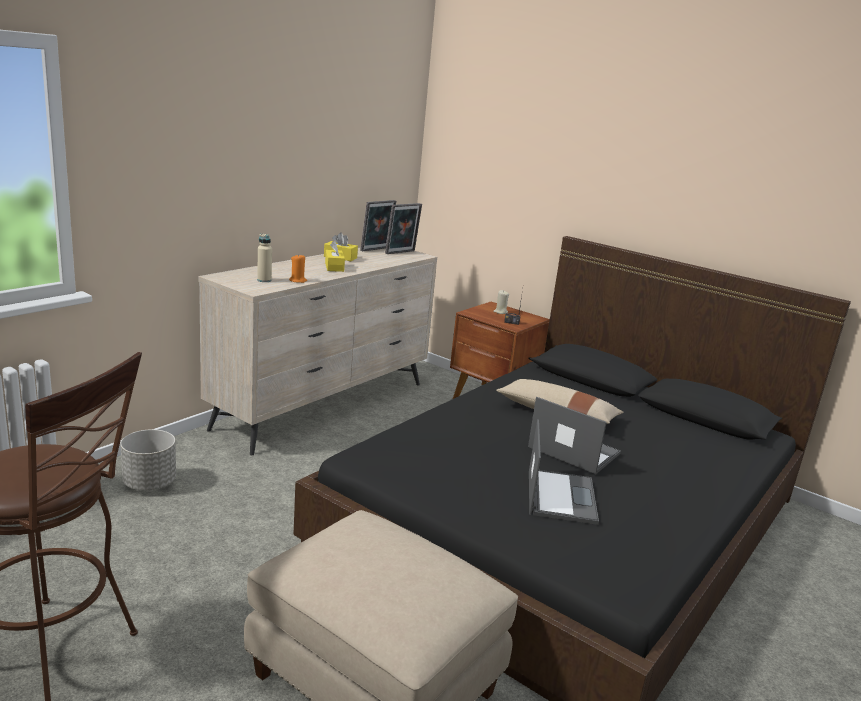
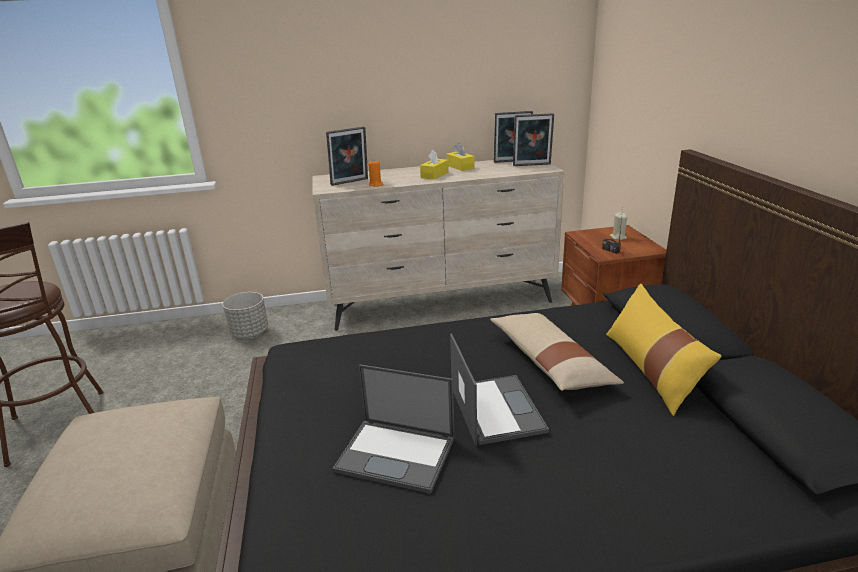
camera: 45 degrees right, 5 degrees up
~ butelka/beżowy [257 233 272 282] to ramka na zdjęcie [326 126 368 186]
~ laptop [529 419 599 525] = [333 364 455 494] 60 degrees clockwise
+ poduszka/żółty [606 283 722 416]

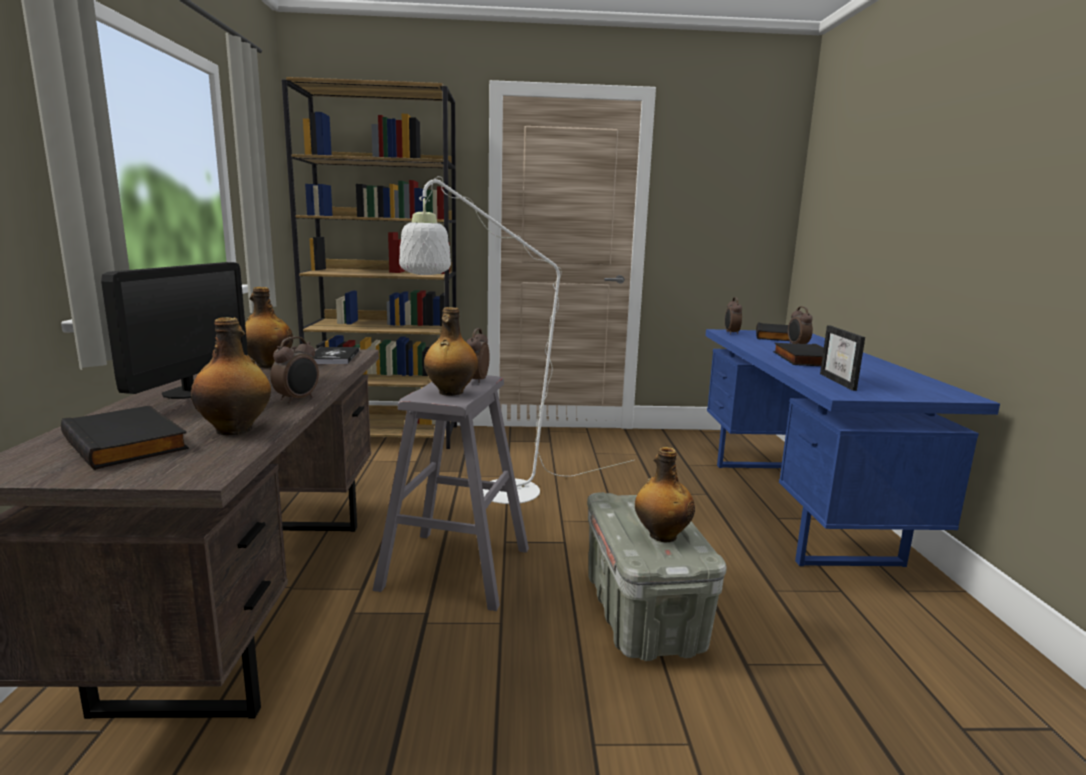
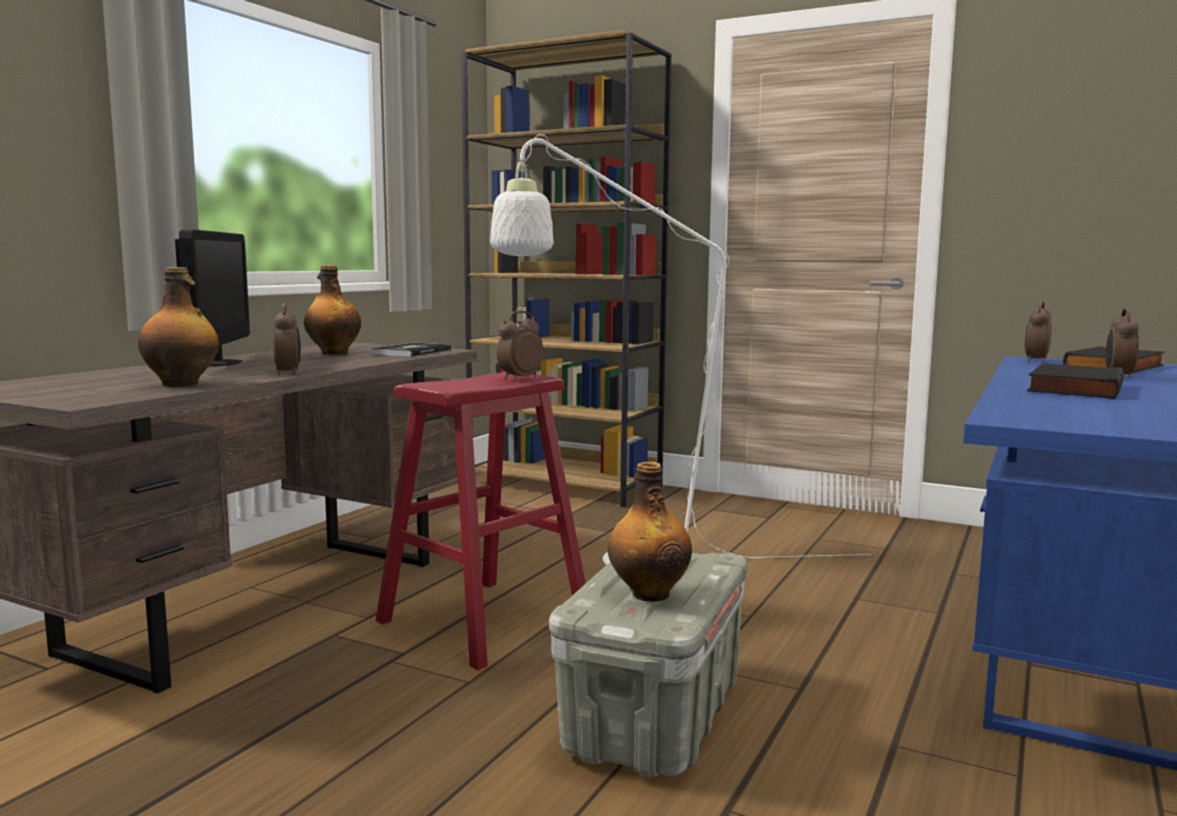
camera: 30 degrees right, 5 degrees down
~ monitor [101 262 247 399] = [175 229 250 366] 45 degrees counterclockwise
- butelka [424 307 478 396]
- ramka na zdjęcie [820 326 865 391]
~ budzik [270 336 319 403] = [273 303 301 375] 75 degrees counterclockwise
~ stołek/szary [373 375 529 611] to stołek/czerwony [376 372 586 670]
- książka/czarny [61 405 189 470]

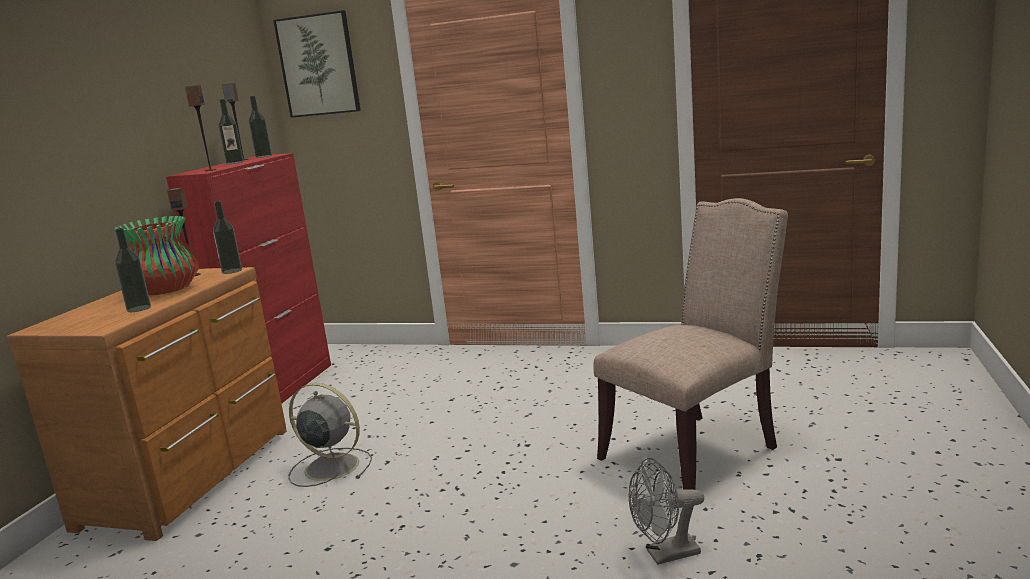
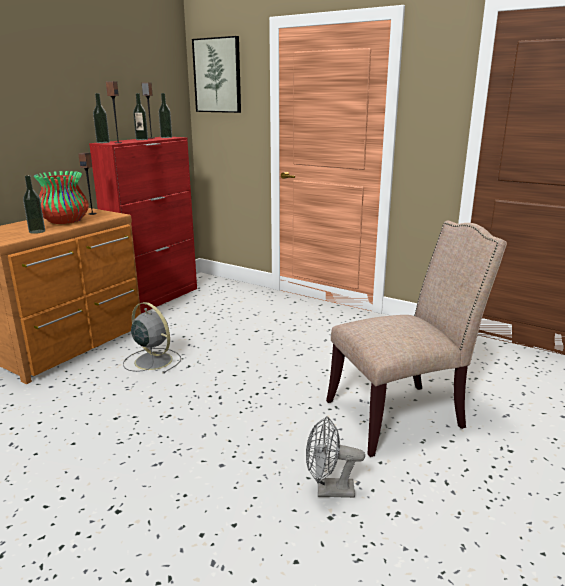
camera: 15 degrees right, 5 degrees up
~ butelka [213 201 242 274] to [93 93 110 143]

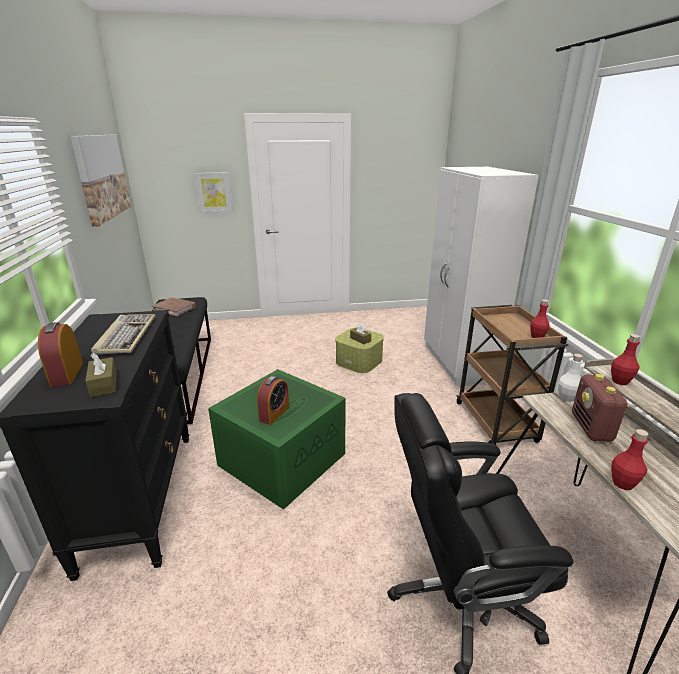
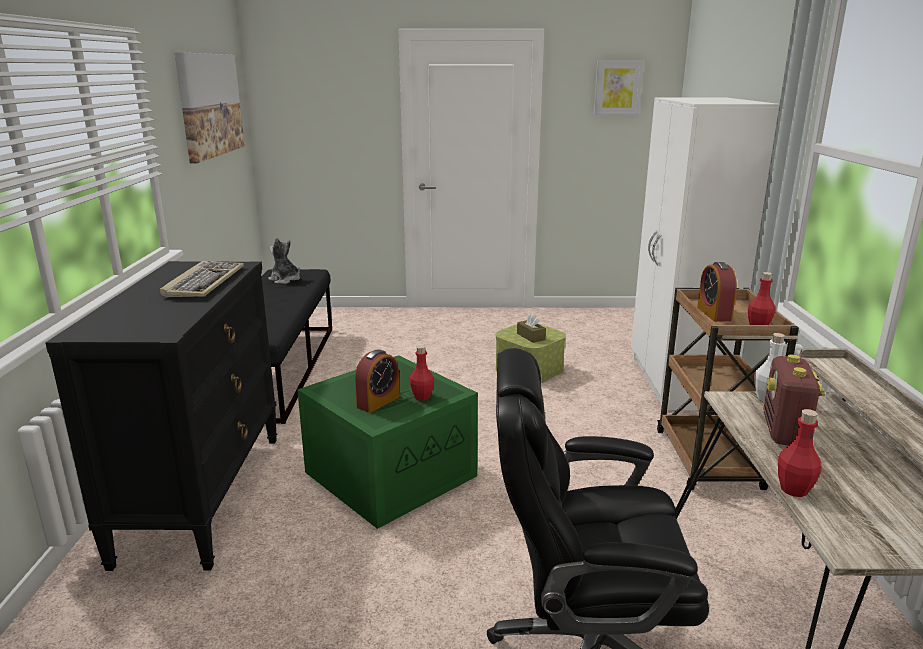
camera: 10 degrees right, 5 degrees down
~ obraz [194 173 233 213] to [594 60 643 115]
~ książka/brązowy [152 297 196 316] to pluszak [268 238 300 284]
~ budzik [38 322 83 387] to [697 262 737 322]
~ butelka/czerwony [611 334 640 385] to [409 345 434 401]
- pudełko chusteczek/brązowy [85 353 117 397]

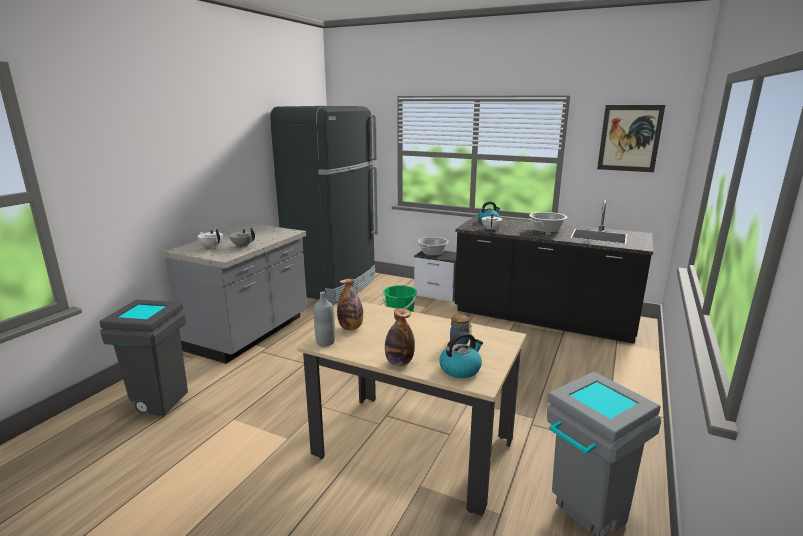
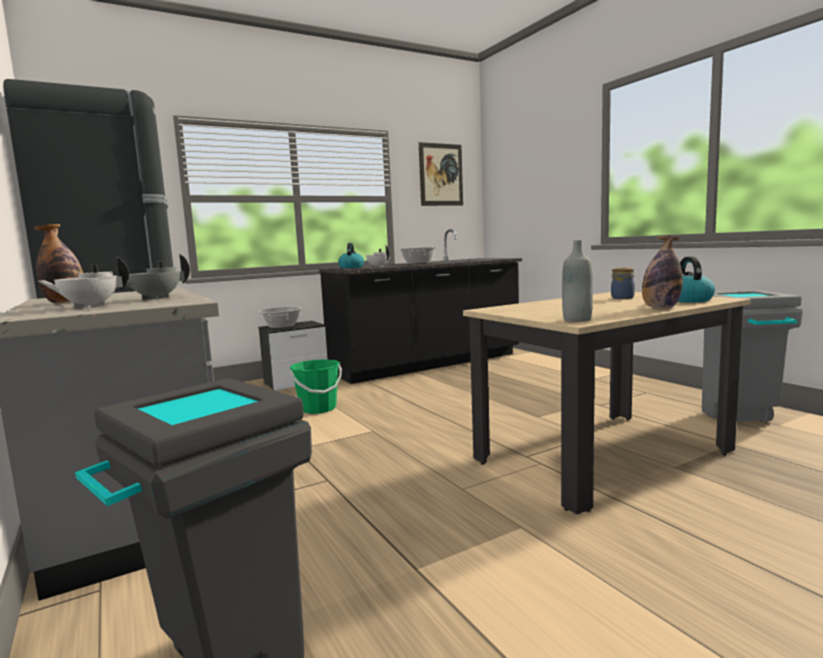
camera: 55 degrees left, 10 degrees down
~ butelka [337 279 363 330] to [35 224 83 304]

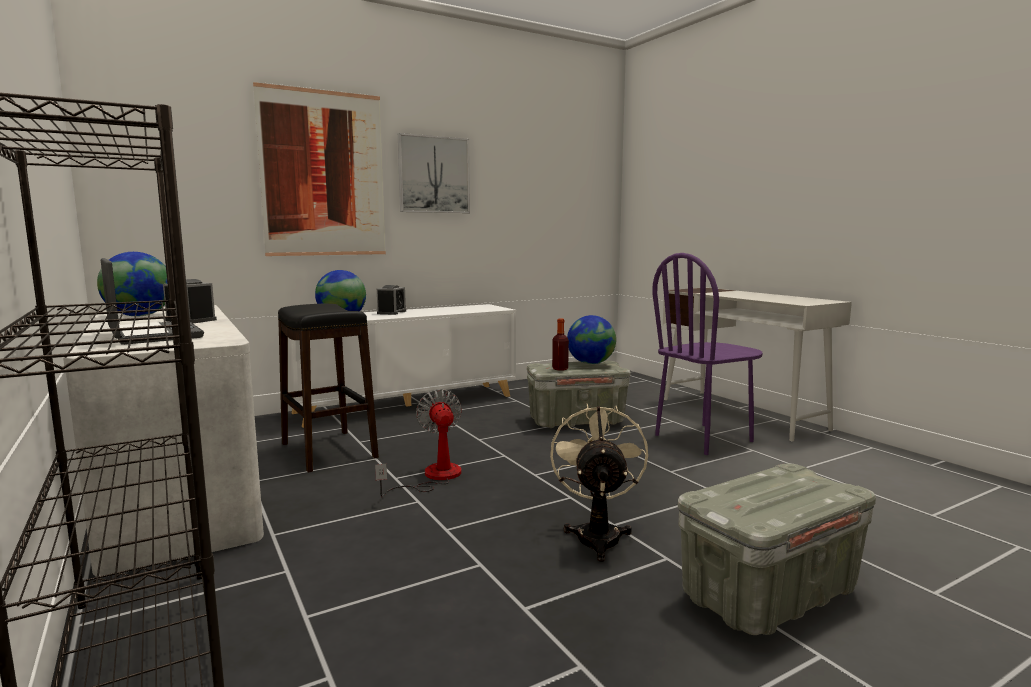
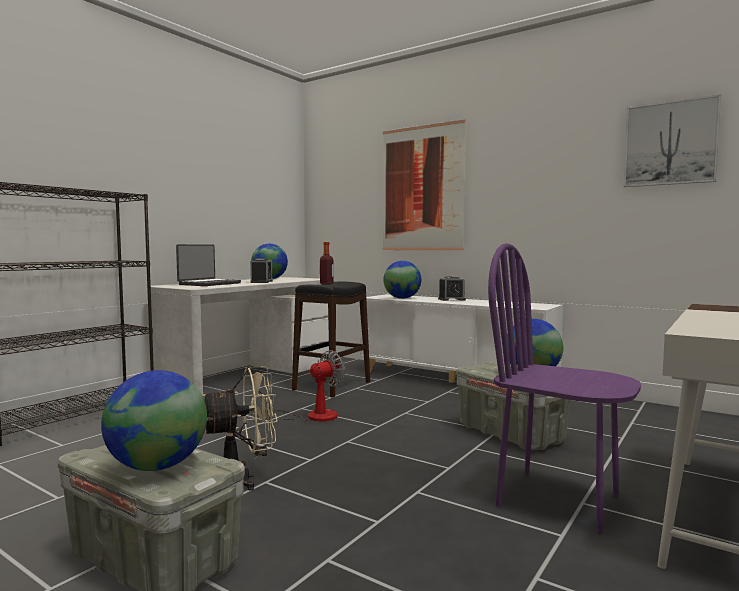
camera: 65 degrees right, 5 degrees down
~ obraz [398 133 470 213] to [624 94 721 187]
~ butelka [552 319 569 371] to [320 242 334 285]
+ globus [101 370 207 471]

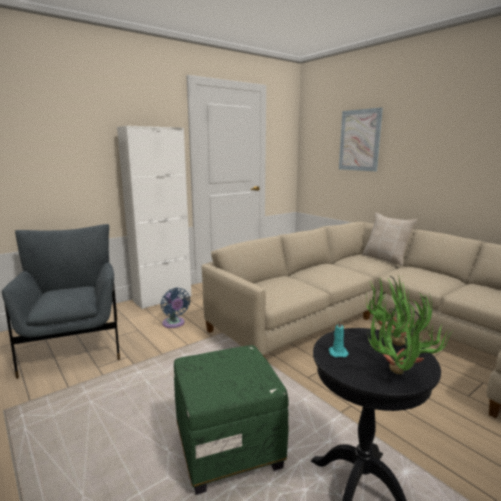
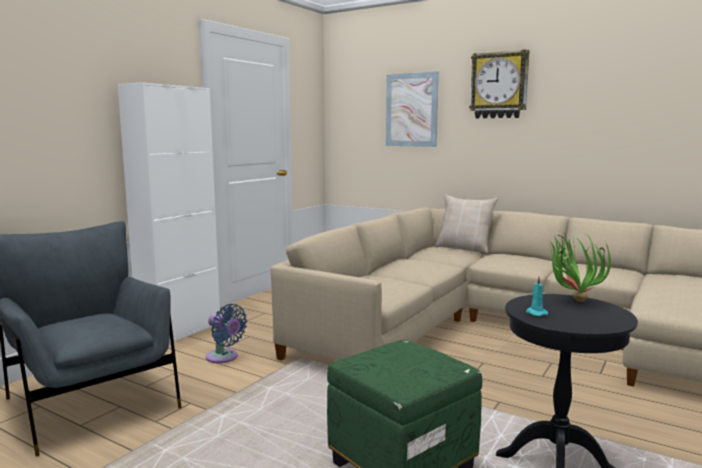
camera: 20 degrees left, 5 degrees down
- roślina doniczkowa [367 298 452 374]
+ zegar ścienny [469 50 530 118]

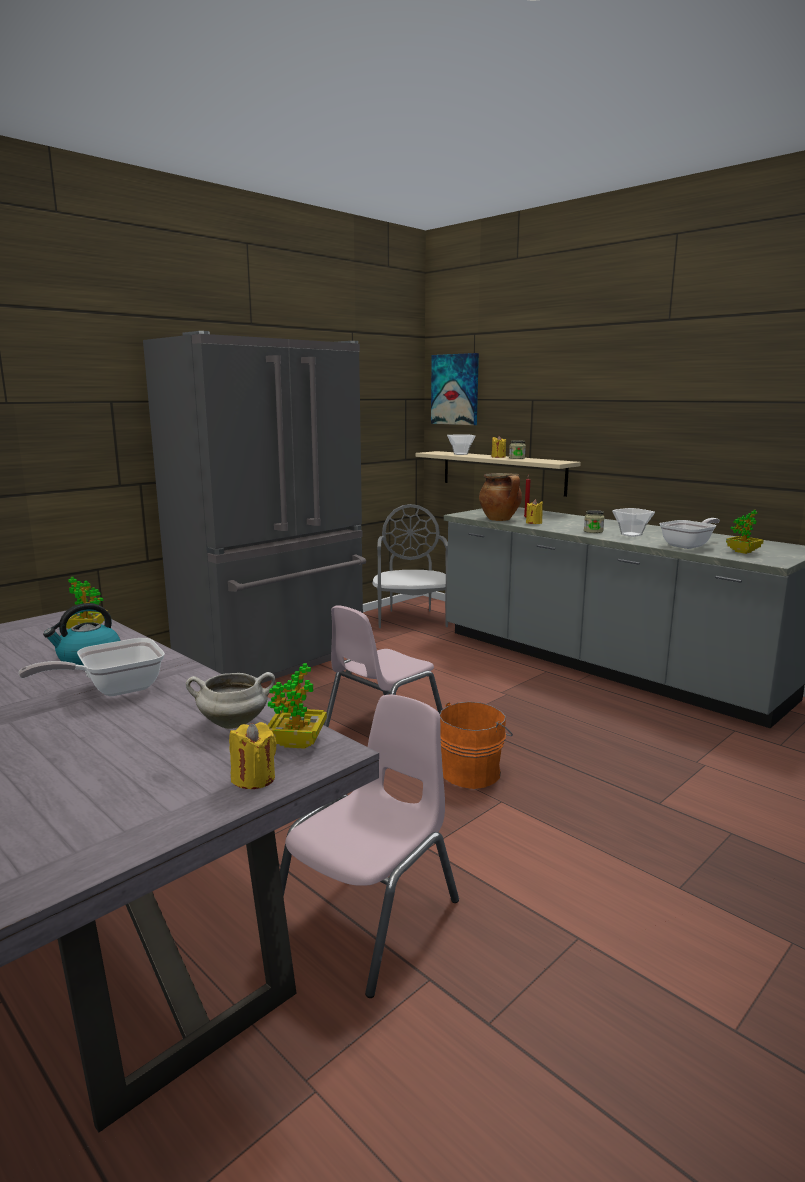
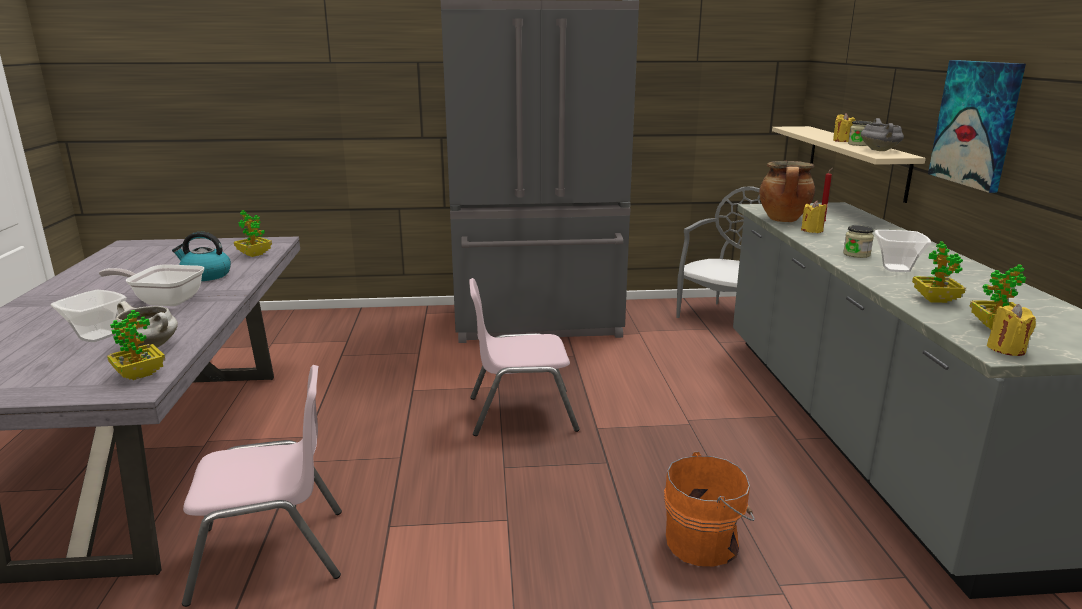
camera: 40 degrees right, 5 degrees up
~ obraz [431 353 479 425] to [928 60 1026 193]
~ miska [447 434 476 455] to [51 290 127 342]
~ patelnia [660 518 720 549] to roślina doniczkowa [912 242 966 303]
~ wiadro/pomarańczowy [440 702 513 789] to [664 452 755 566]
~ świeca/żółty [229 722 277 789] to [987 304 1036 356]
+ garnek/szary [861 118 904 151]

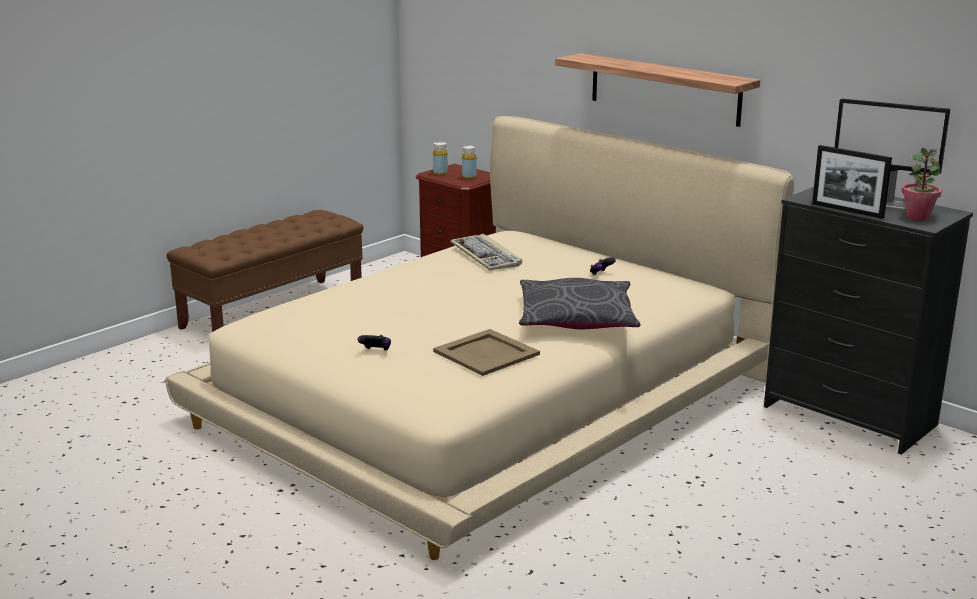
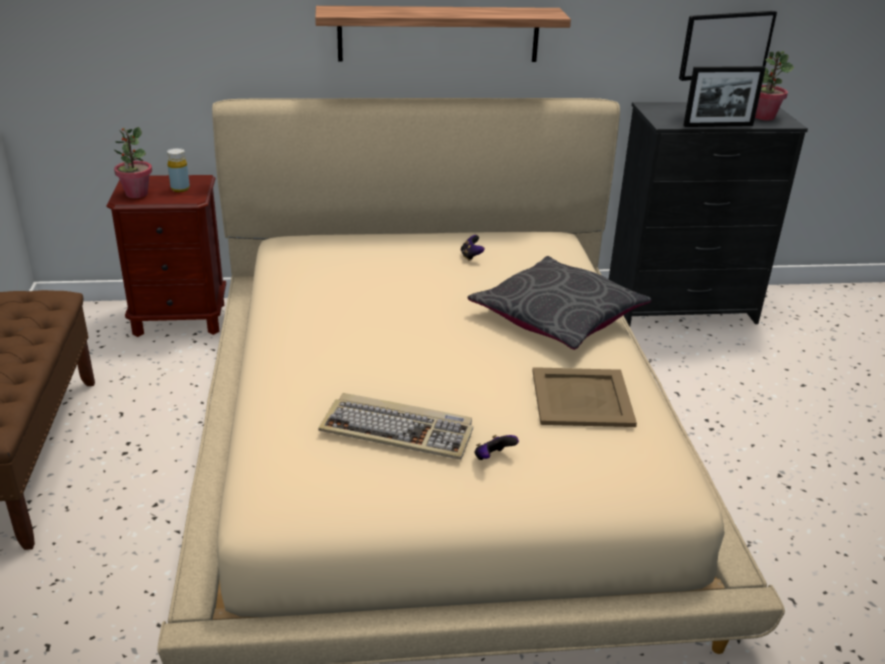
camera: 50 degrees left, 10 degrees up
~ butelka/żółty [433 142 448 175] to roślina doniczkowa [114 127 152 198]
~ klawiatura [450 234 522 270] to [318 393 473 460]

